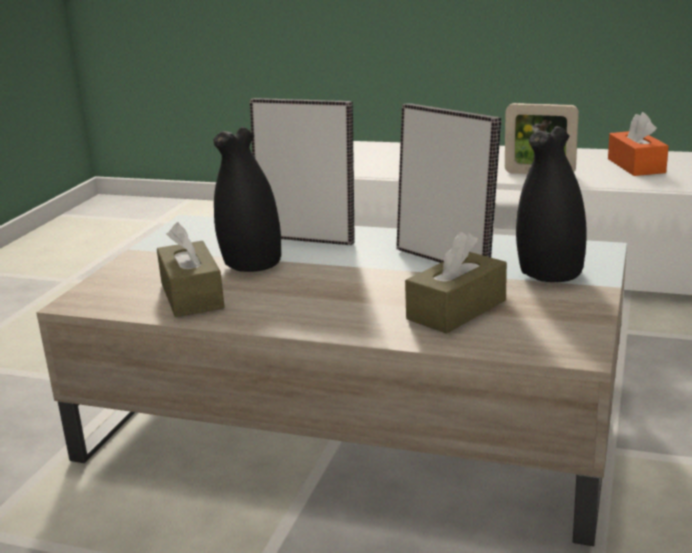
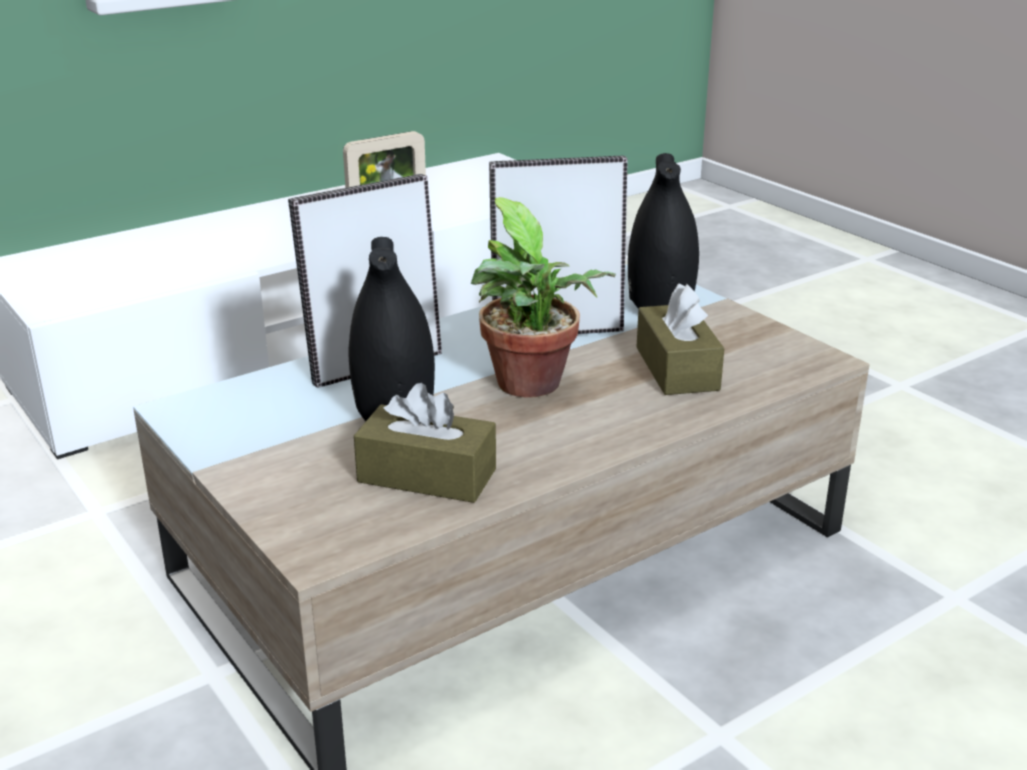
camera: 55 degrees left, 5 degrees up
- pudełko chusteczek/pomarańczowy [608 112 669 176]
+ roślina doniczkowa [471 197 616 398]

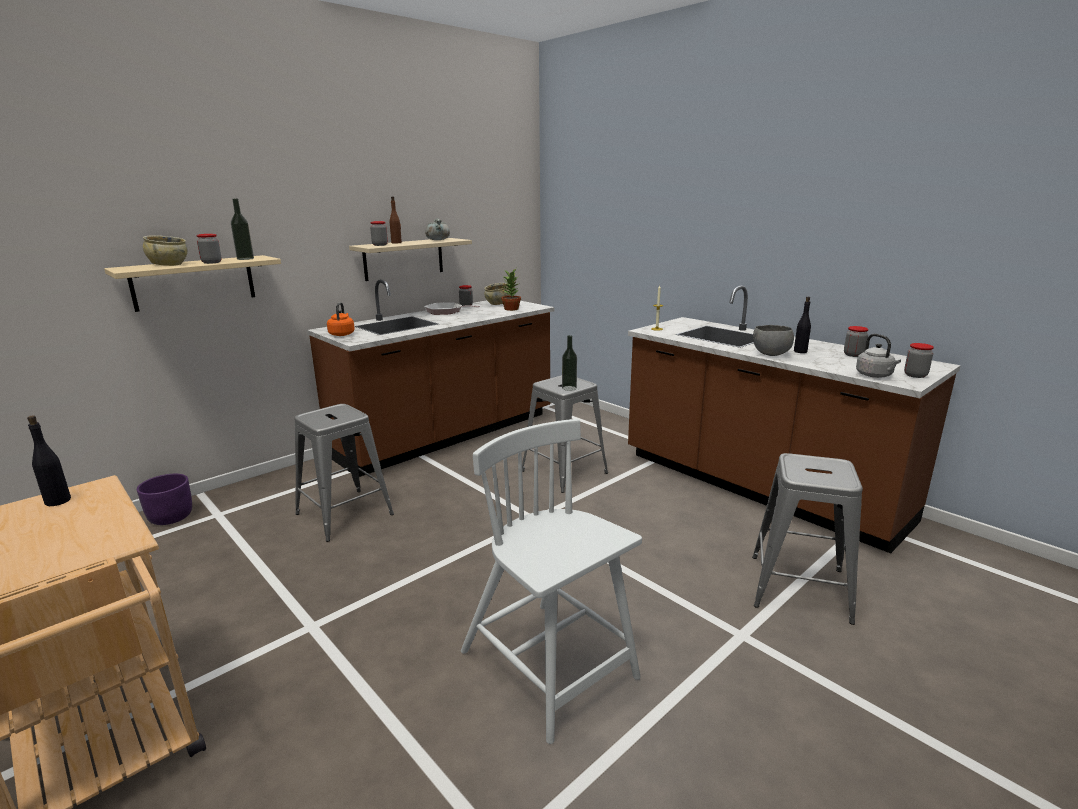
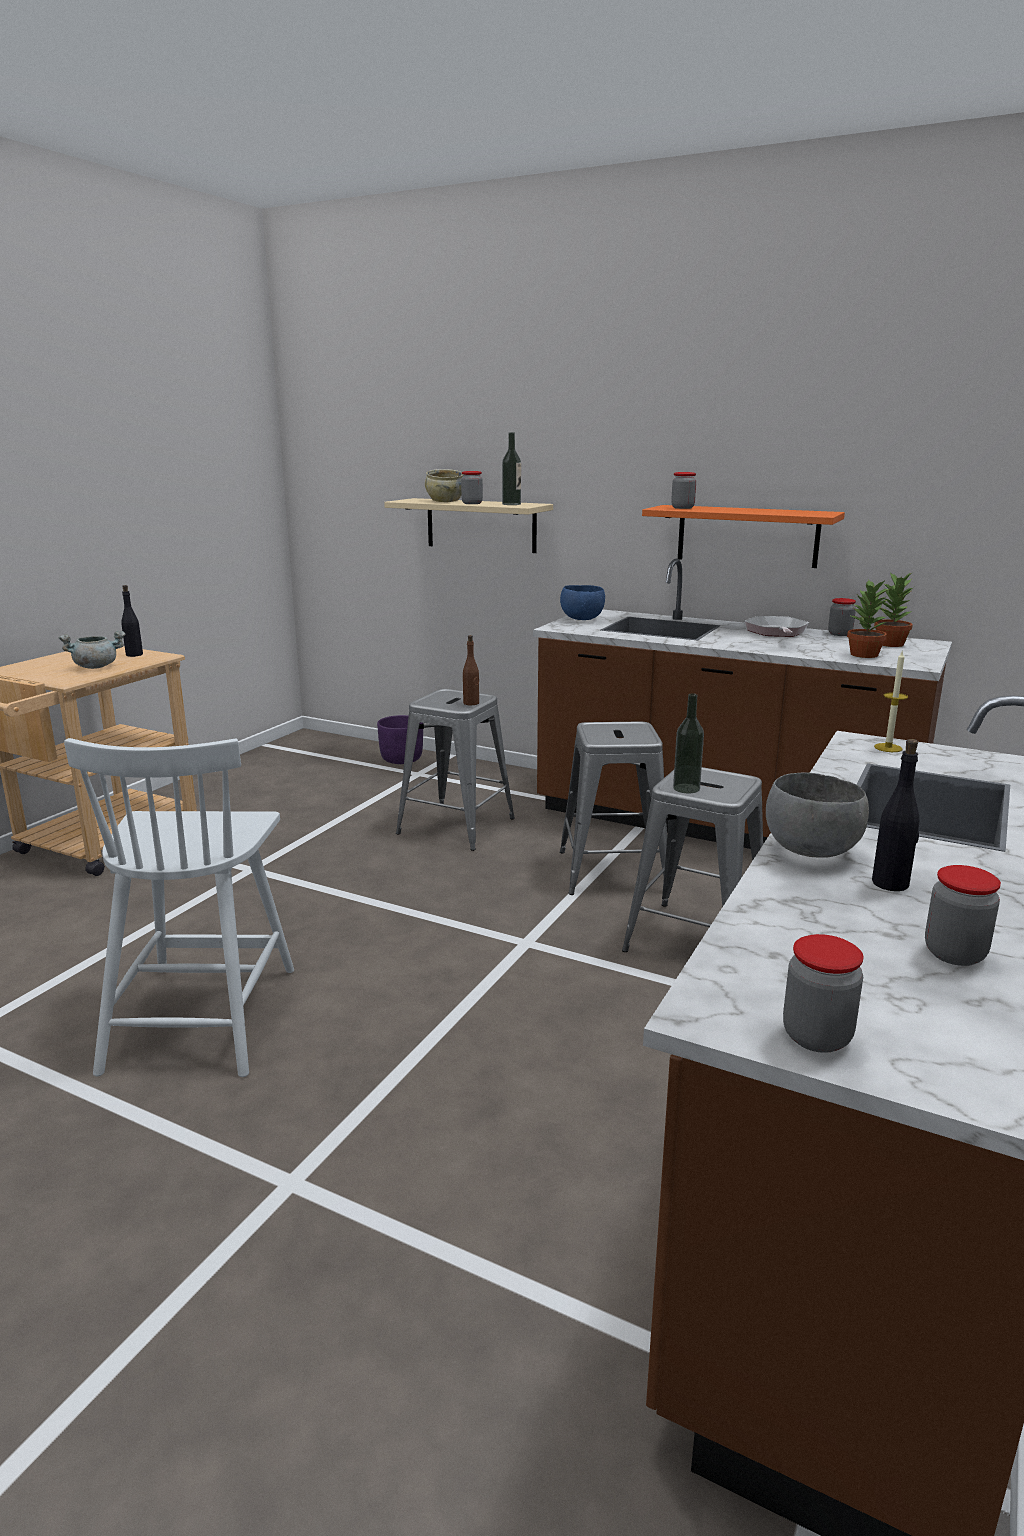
camera: 70 degrees right, 0 degrees up
~ butelka/brązowy [390 196 402 243] to [463 635 479 705]
~ garnek/szary [425 219 450 240] to [59 631 126 669]
~ półka/beżowy [349 238 472 281] to półka/pomarańczowy [642 505 845 568]
~ miska/beżowy [484 283 510 305] to roślina doniczkowa [874 572 914 647]
~ czajnik/pomarańczowy [327 302 355 336] to miska/niebieski [560 585 605 620]
- czajnik/szary [856 334 901 378]
~ krzesło/biały [461 419 642 744] = [64 738 294 1077] 150 degrees clockwise
~ stołek/szary [752 453 863 625] to [560 722 671 895]

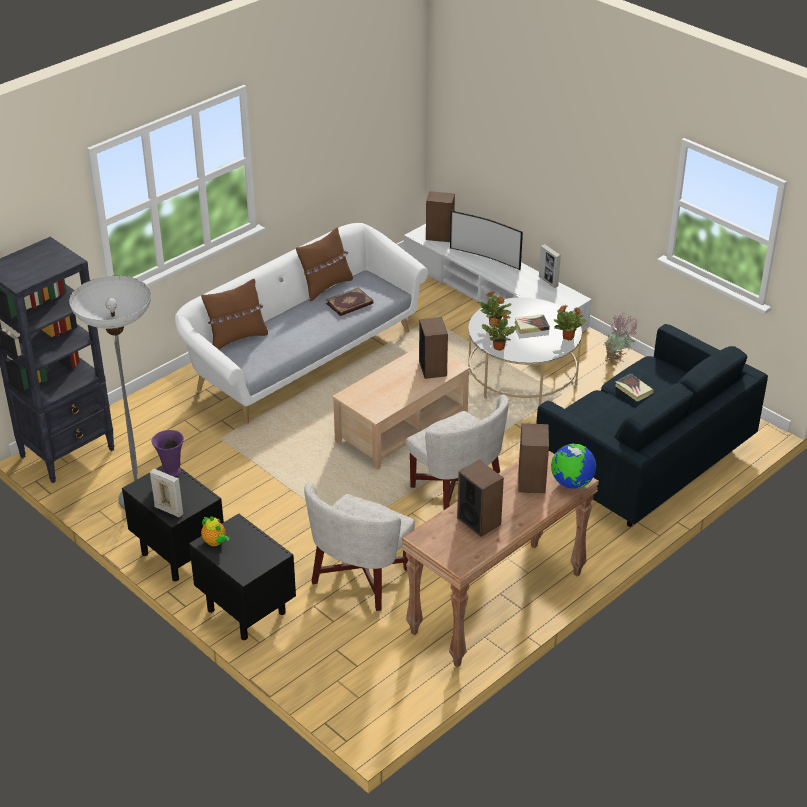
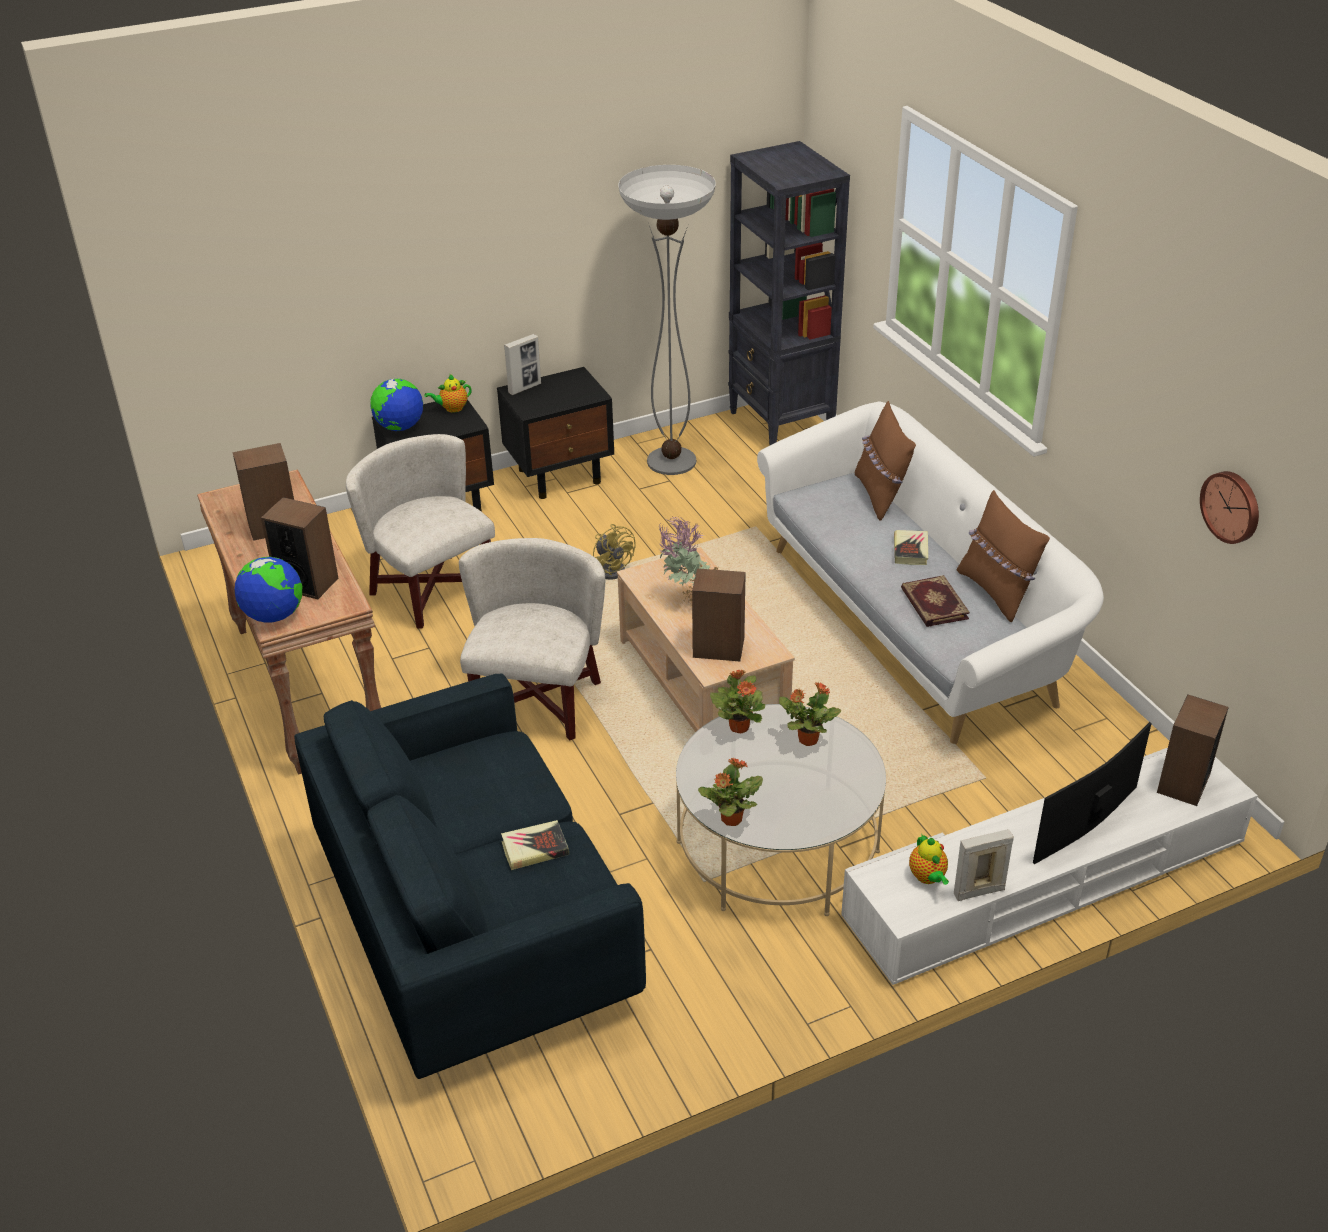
camera: 110 degrees right, 0 degrees up
~ książka [514 314 550 334] to [894 530 928 565]
~ roślina doniczkowa [603 314 637 364] to [658 516 719 603]
~ fotel/biały [406 394 509 510] = [459 538 605 740] 120 degrees clockwise
- wazon/fioletowy [152 430 184 477]
+ globus [370 378 423 431]
+ zegar ścienny [1200 471 1259 544]
+ wentylator/żółty [593 524 636 580]
+ imbryk [909 834 949 885]

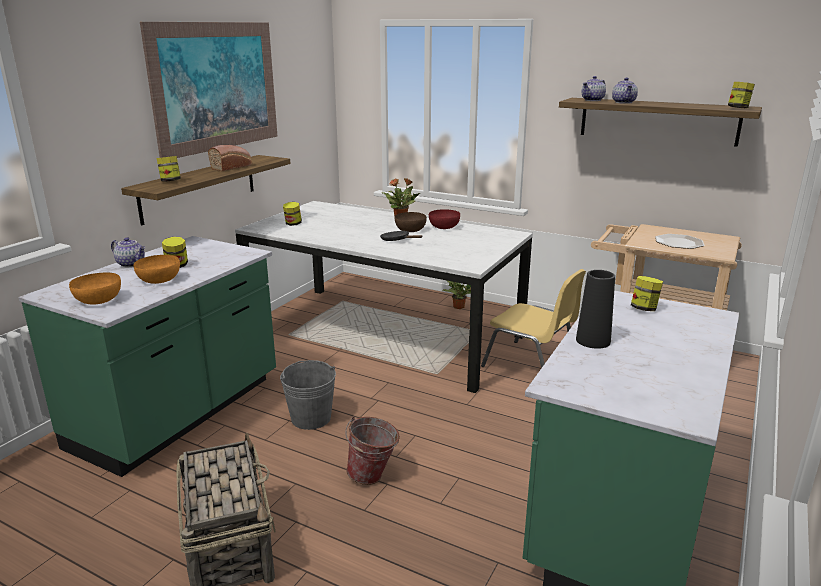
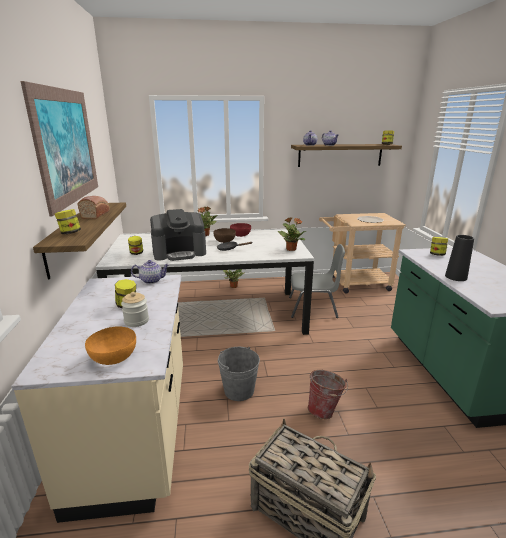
camera: 35 degrees left, 0 degrees up
~ zabudowa kuchenna/zielony [19 236 276 477] to zabudowa kuchenna/beżowy [11 275 183 523]
~ imbryk [111 237 145 267] to [131 260 169 284]
~ miska/pomarańczowy [134 255 180 284] to słoik [121 292 149 327]
~ krzesło/żółty [481 269 586 368] to krzesło/szary [289 244 345 318]
+ ekspres do kawy [150 209 206 261]
+ roślina doniczkowa [277 217 306 251]

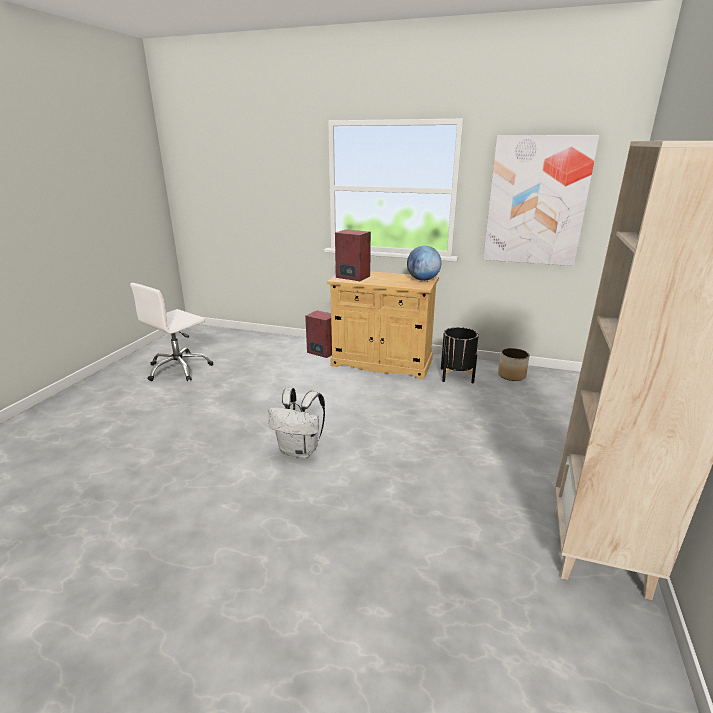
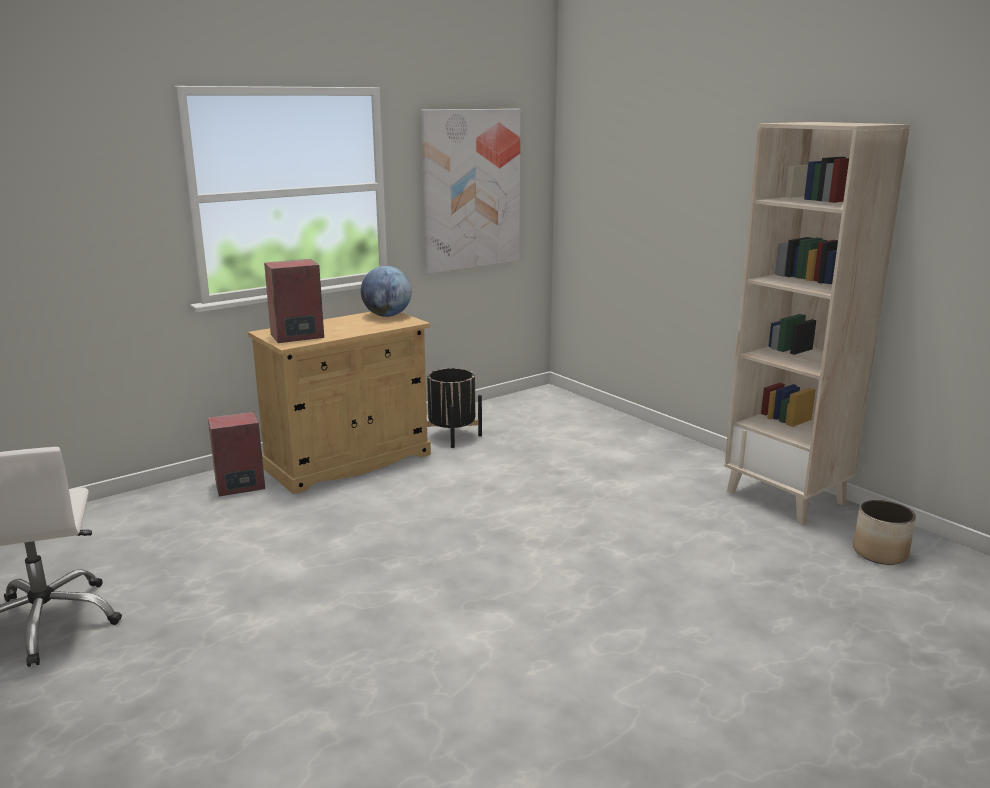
camera: 55 degrees left, 5 degrees down
~ donica [498 348 530 381] to [853 500 916 565]
- plecak/biały [269 388 325 458]

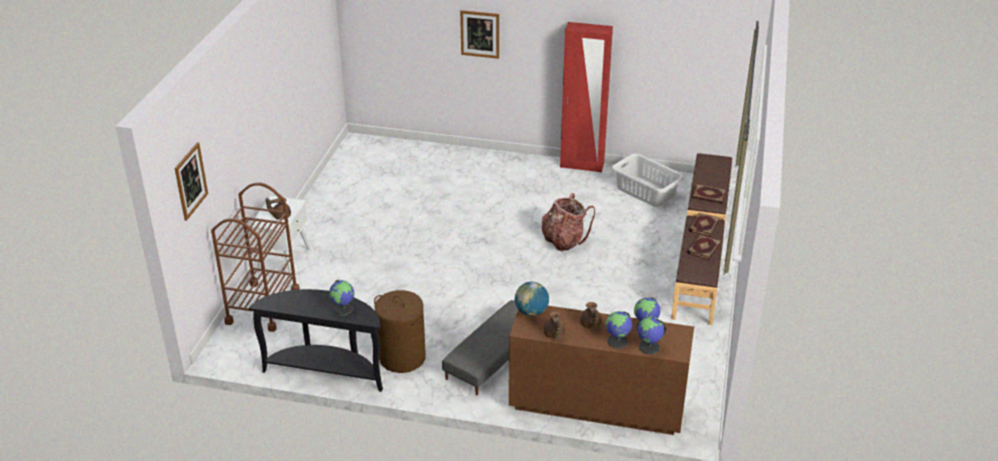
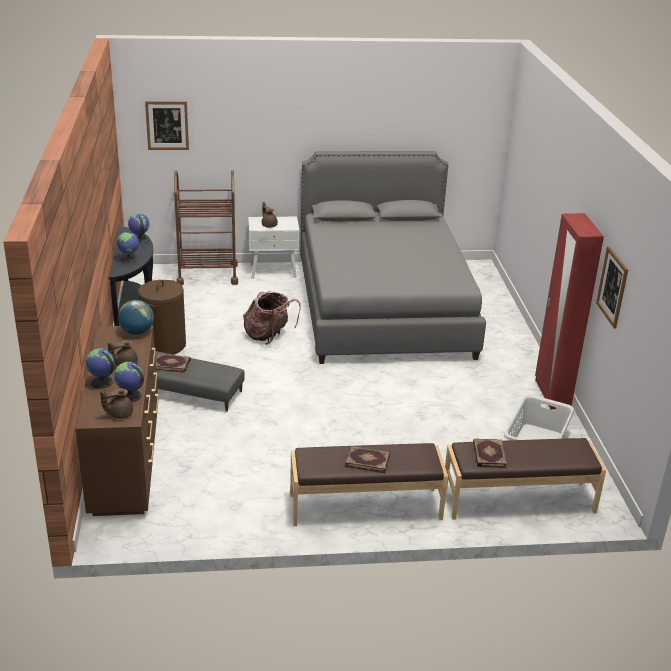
camera: 70 degrees right, 5 degrees down
~ obraz [460 10 499 59] to [596 246 628 329]
~ plecak [542 193 595 251] to [243 291 301 344]
~ książka [689 213 719 237] to [155 354 191 373]
~ imbryk/brązowy [544 312 565 339] to [100 388 133 419]
~ globus [637 317 666 354] to [128 213 150 244]
+ łóżko/szary [300 151 486 364]

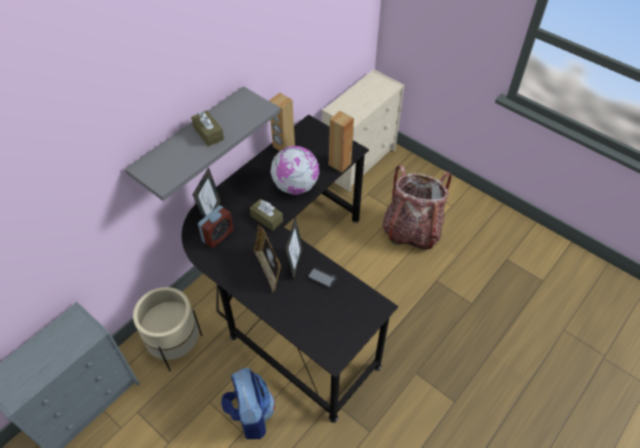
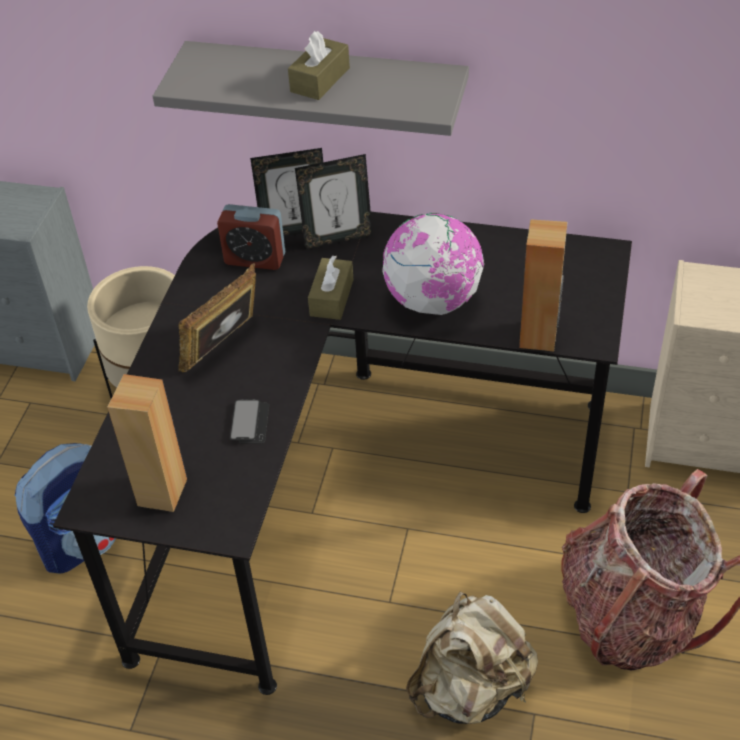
camera: 65 degrees right, 5 degrees down
~ głośnik/brązowy [269 93 295 151] to [107 374 187 512]
~ ramka na zdjęcie [285 217 303 279] to [295 154 373 250]
+ plecak/beżowy [406 592 538 724]

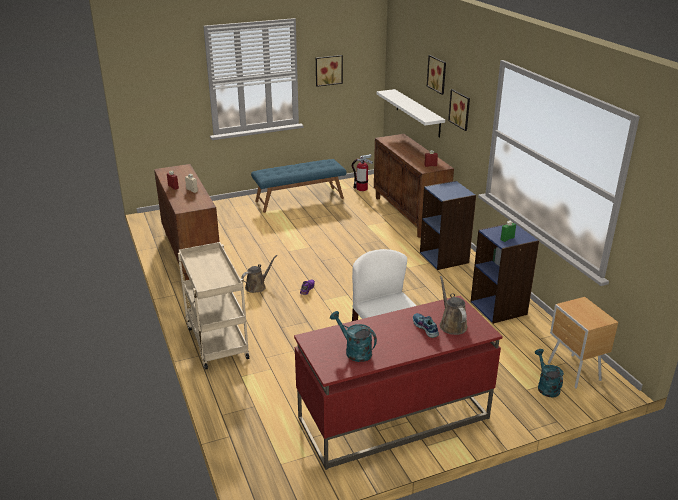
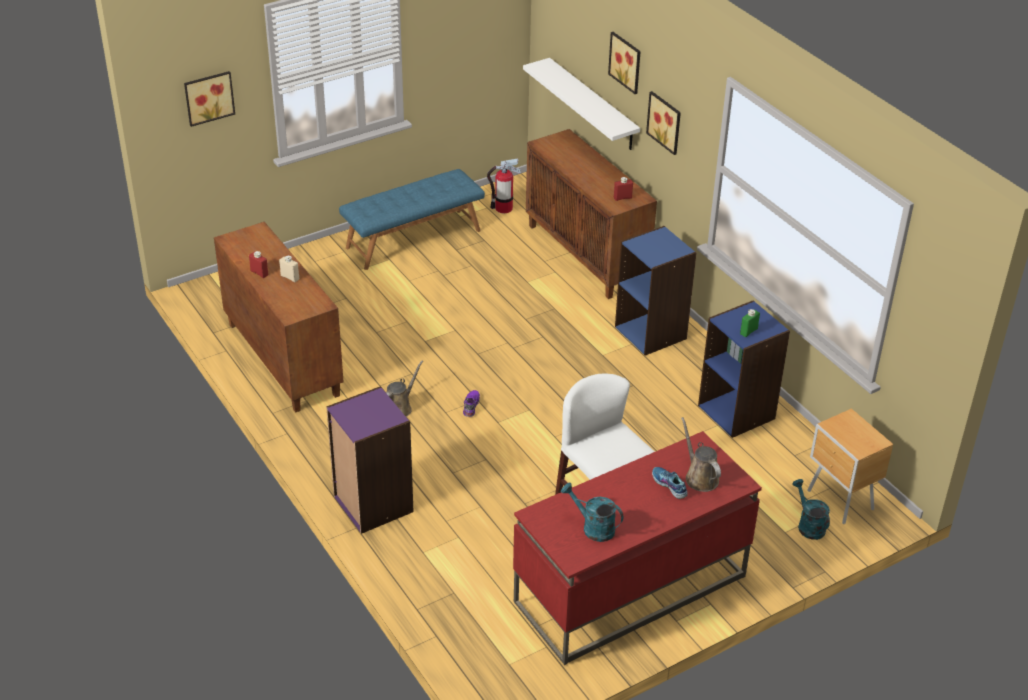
camera: 10 degrees left, 10 degrees up
~ obraz [316 55 343 87] to [184 71 235 127]
~ wózek/beżowy [178 242 249 370] to regał/fioletowy [326 386 414 534]

